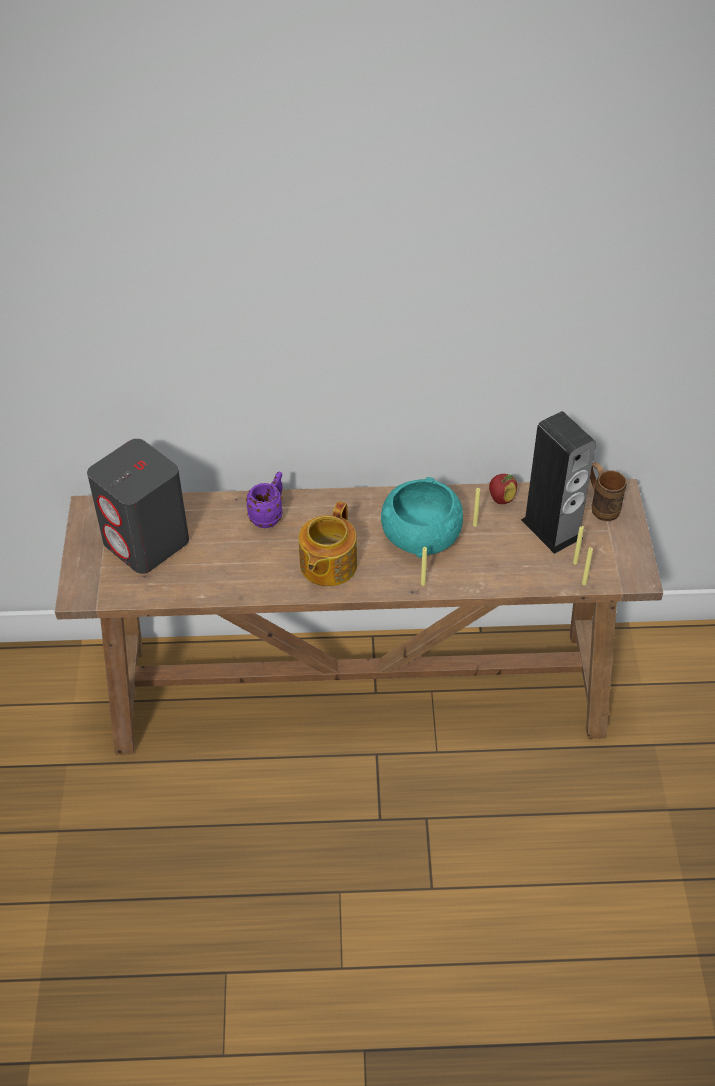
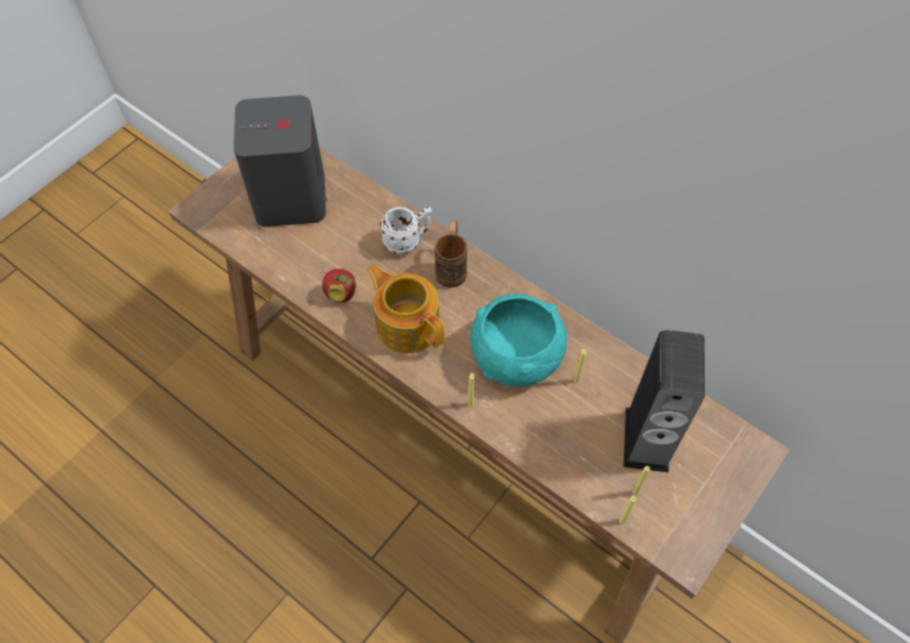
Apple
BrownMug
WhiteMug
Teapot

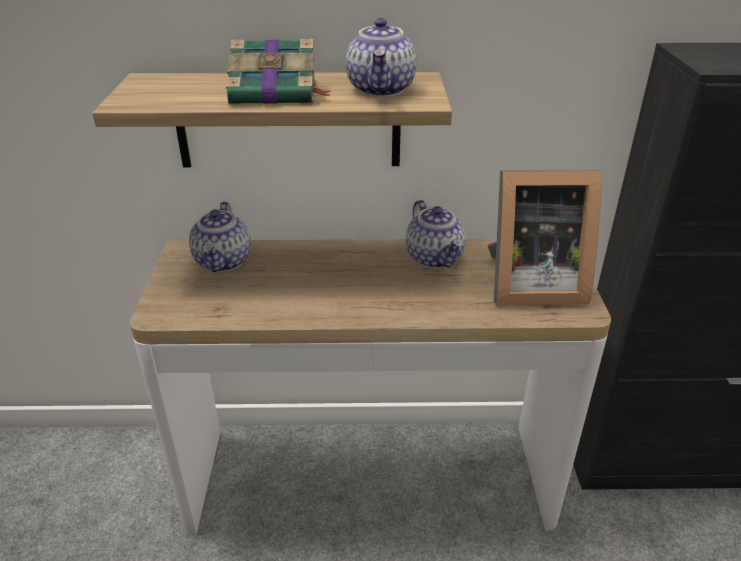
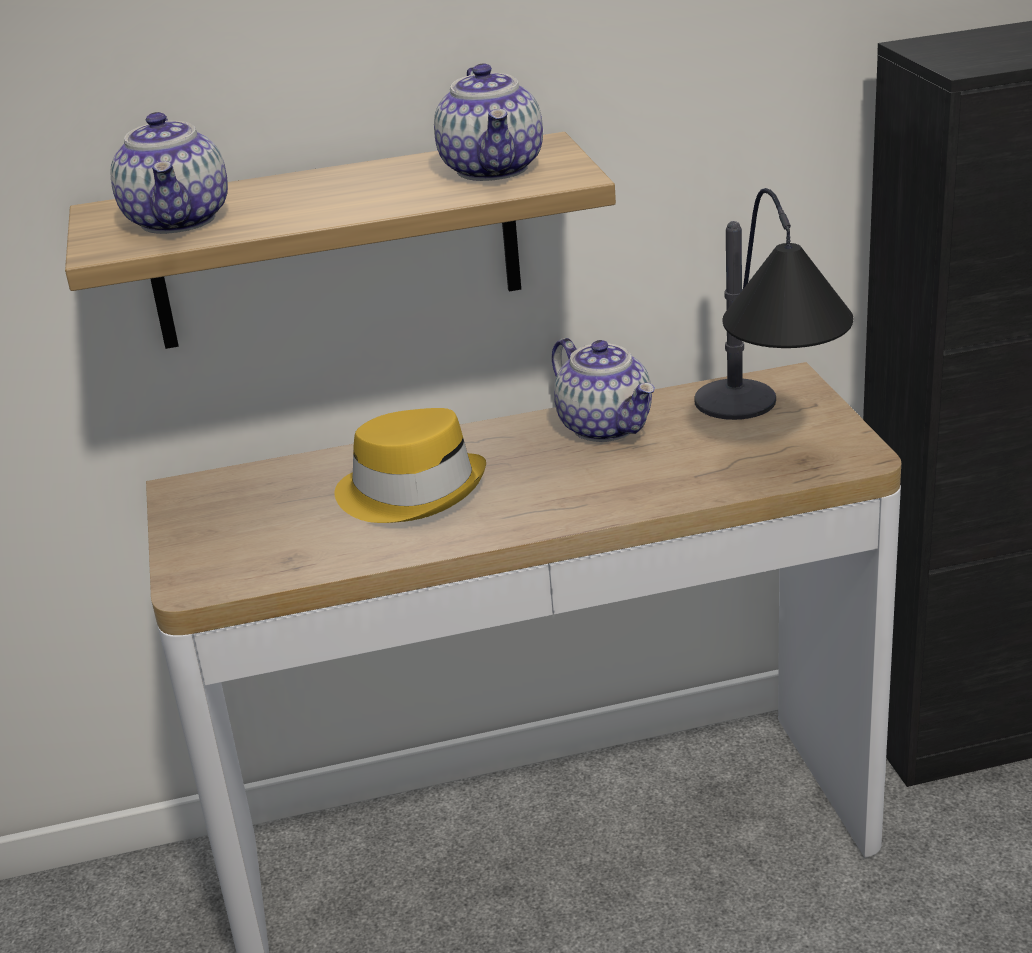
Book
YellowHat
Teapot (1st from left)
TableLamp

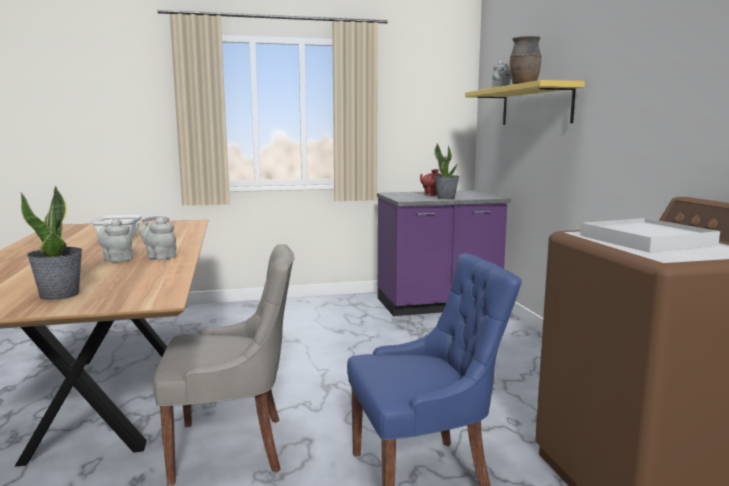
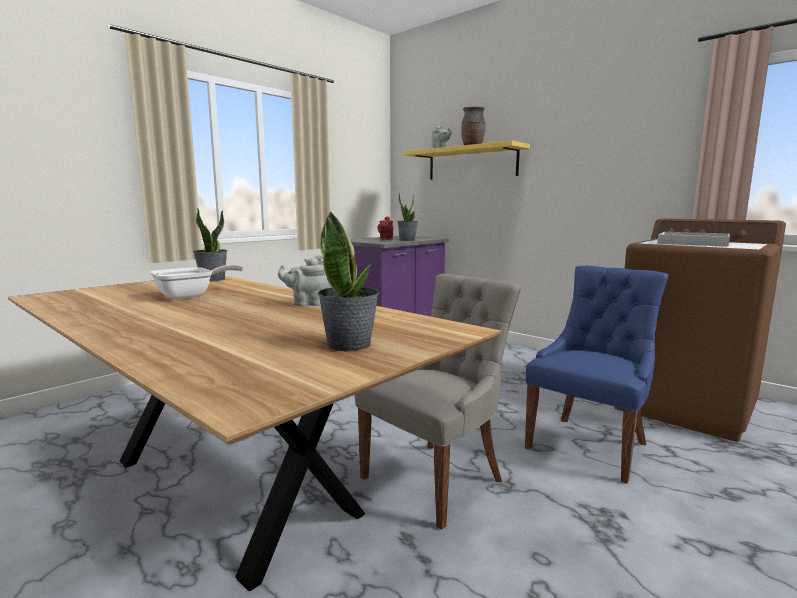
GreyTeapot (1st from left in the first image)
PottedPlant (1st from left)

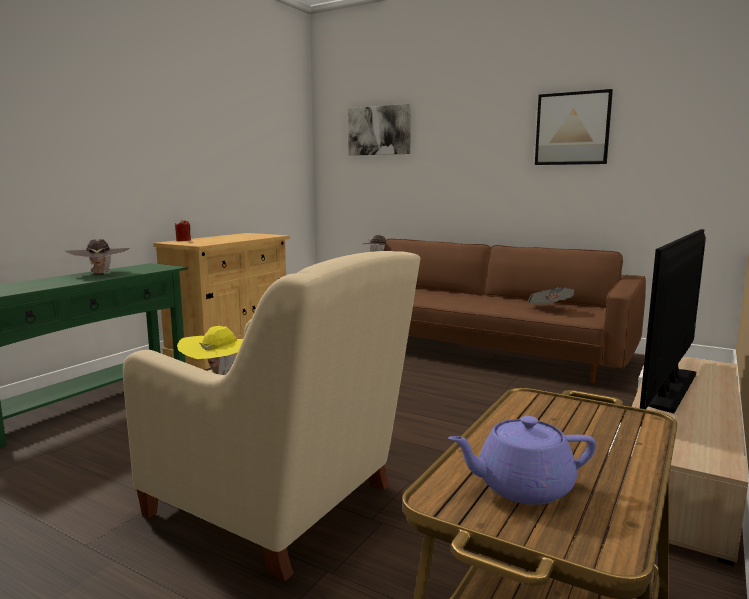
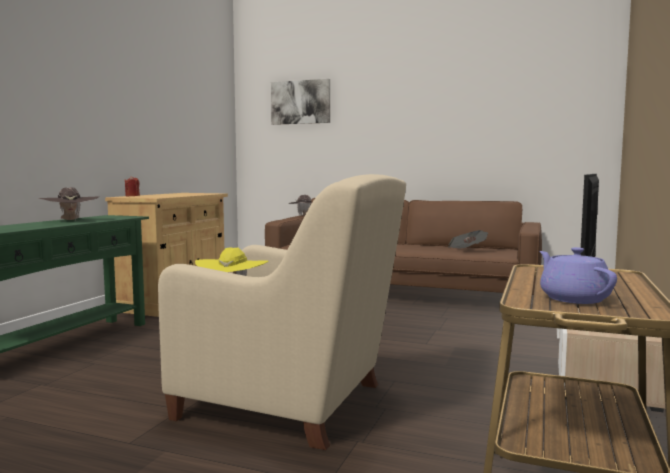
Picture (2nd from left in the first image)
PurpleTeapot

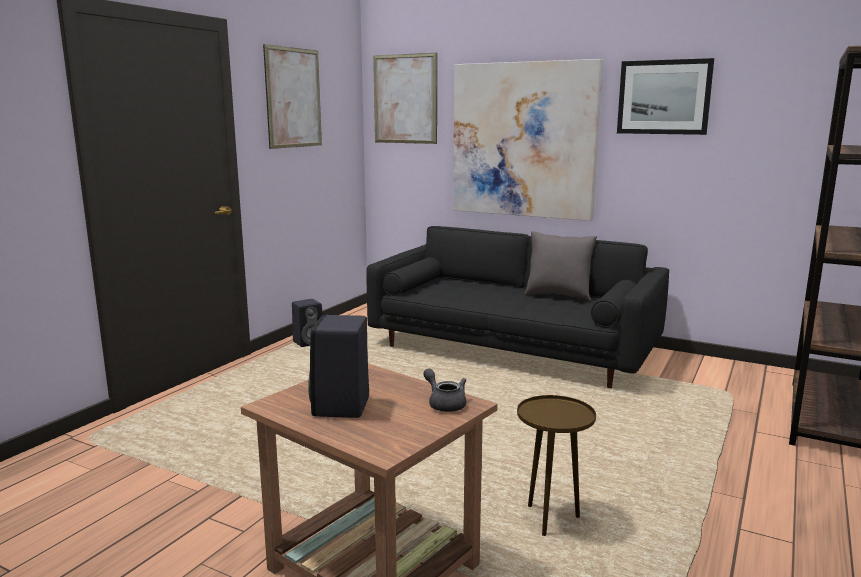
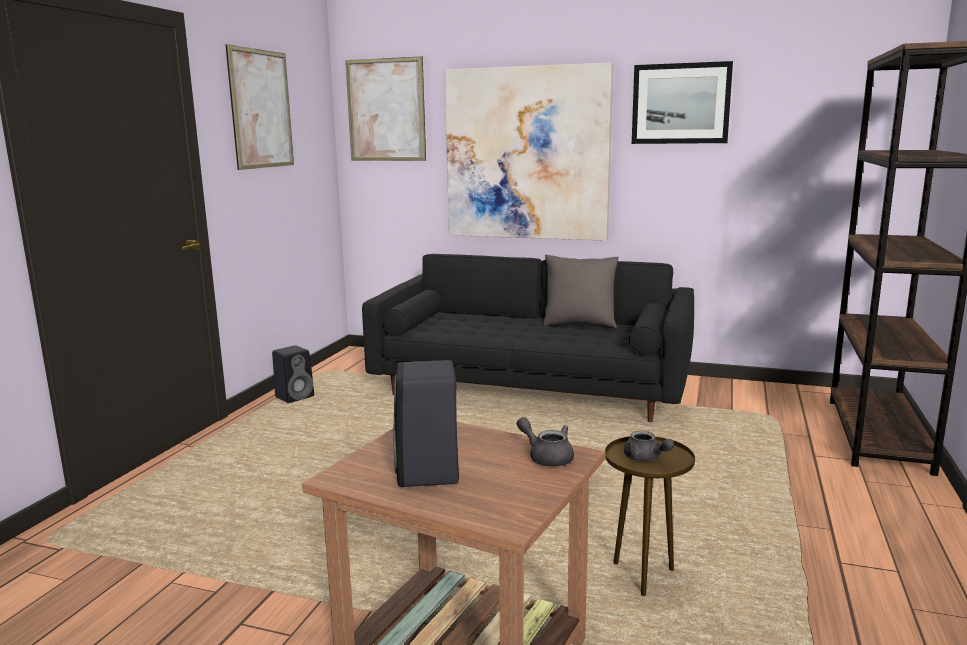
GreyTeapot (2nd from left)

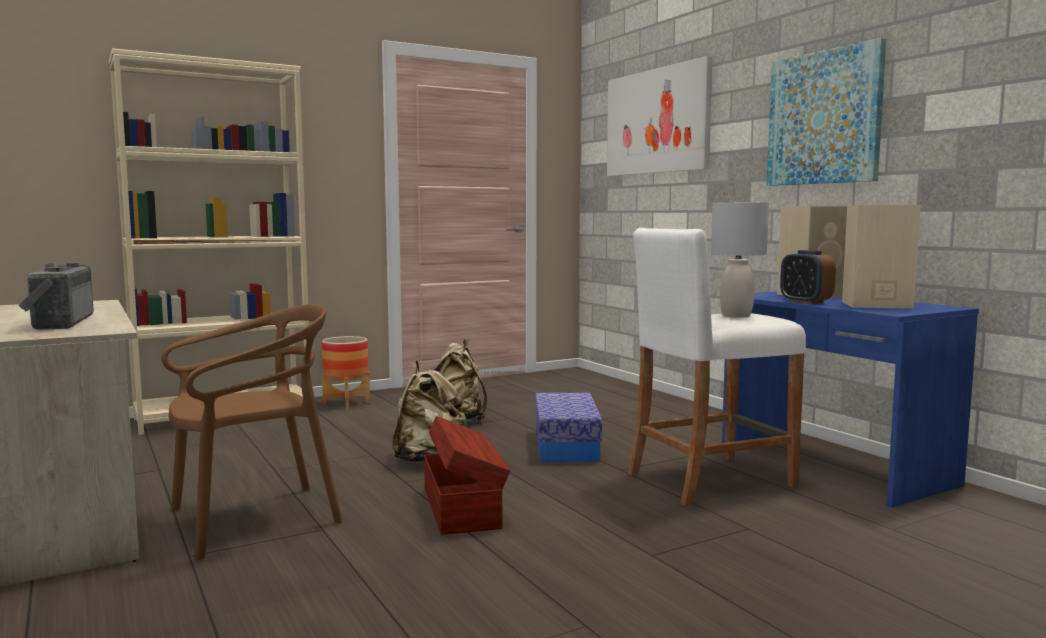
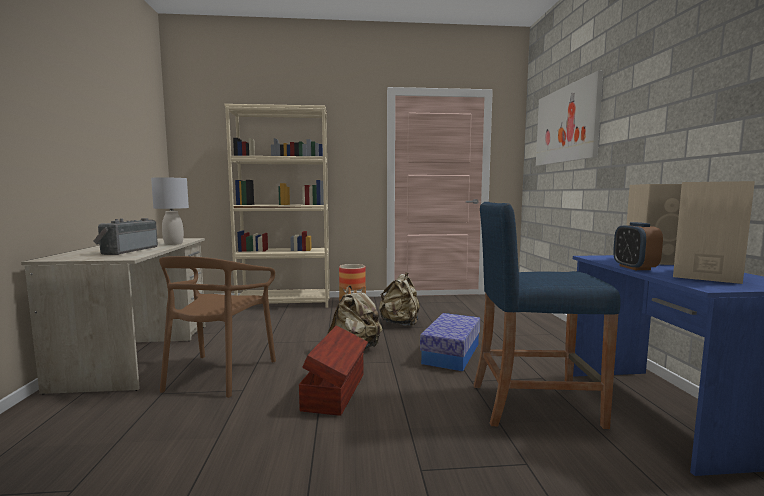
Picture (2nd from left in the first image)
GreyTableLamp
BlueStool
BrownChair

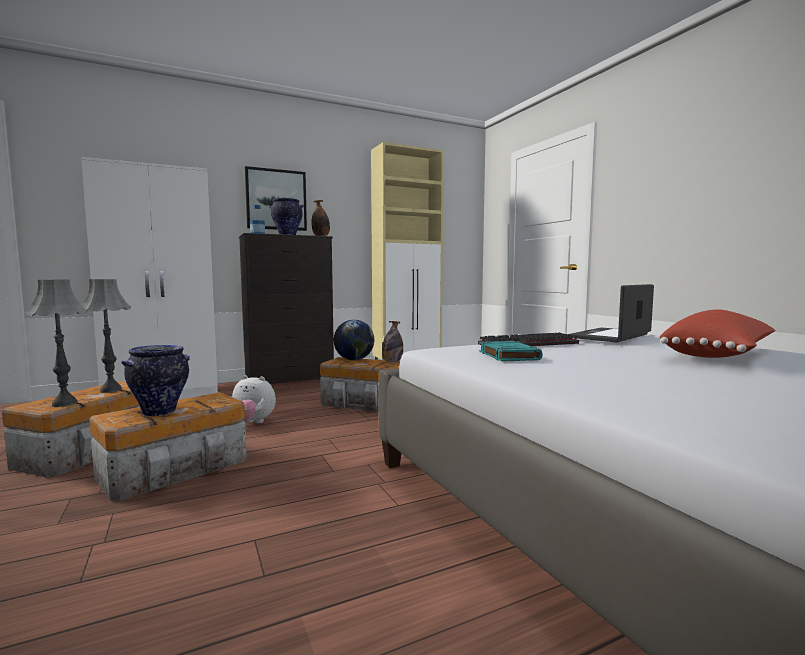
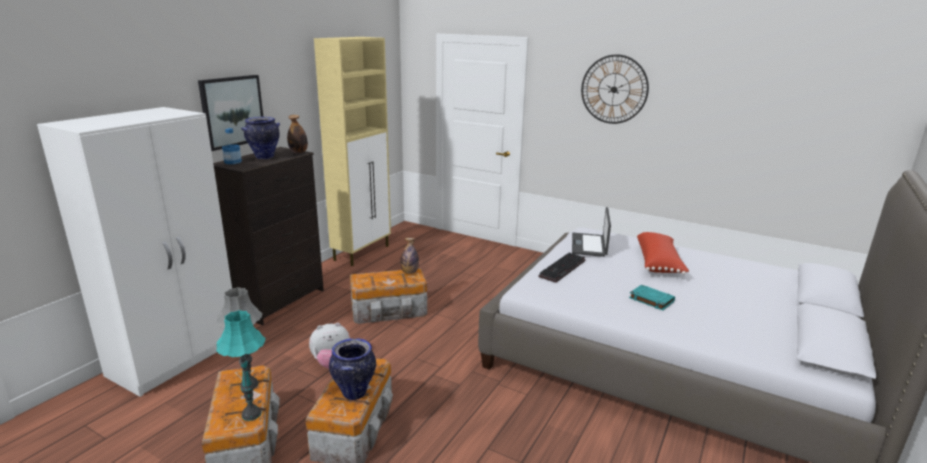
Globe
WallClock
TurquoiseBook
TurquoiseTableLamp

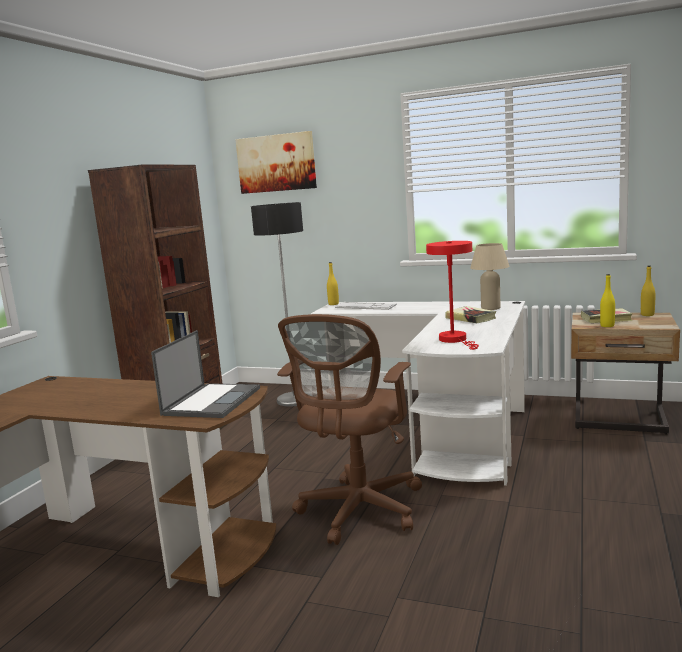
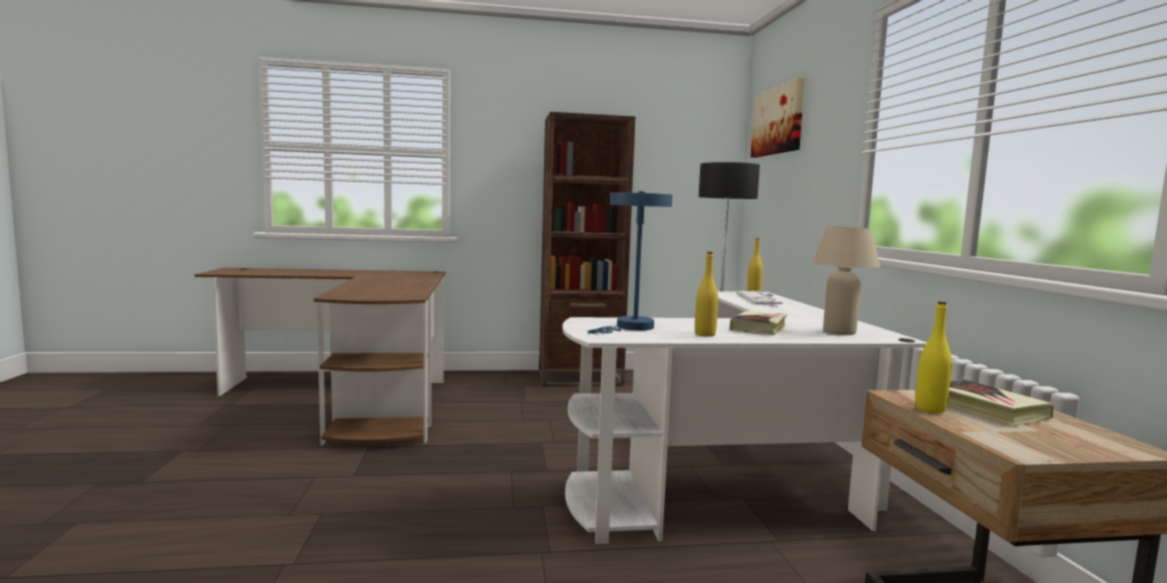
Laptop
BrownOfficeChair
YellowBottle (1st from left)
BlueTableLamp

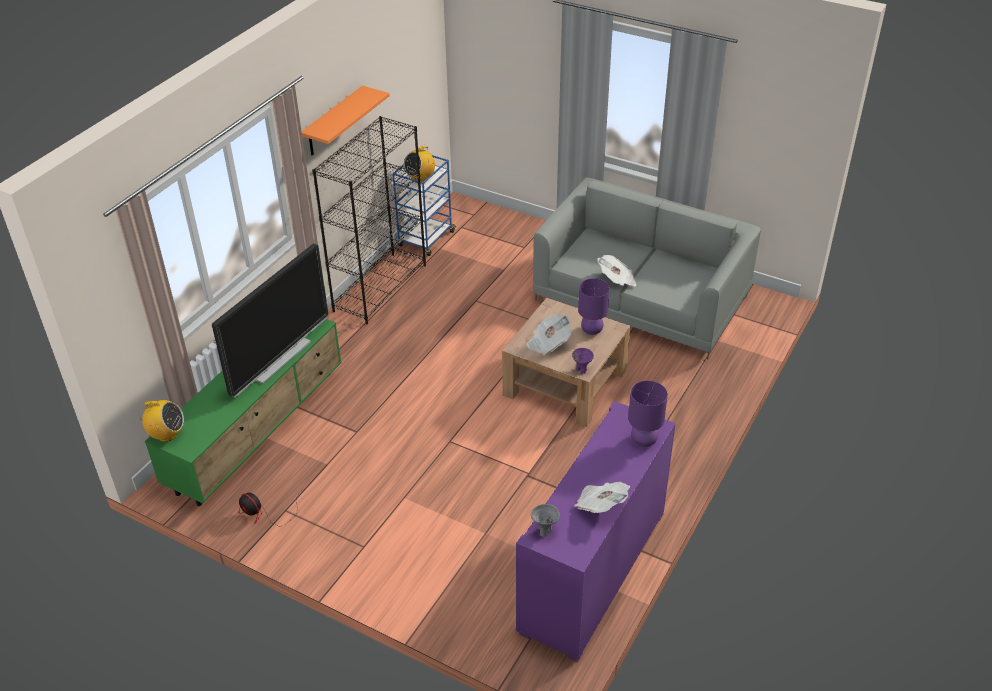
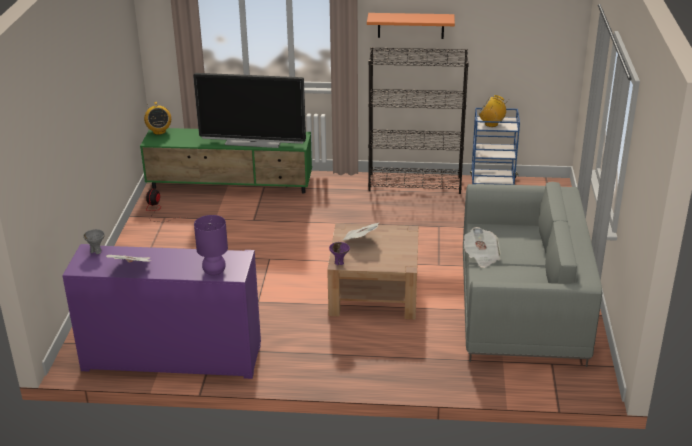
PurpleTableLamp (1st from left in the first image)

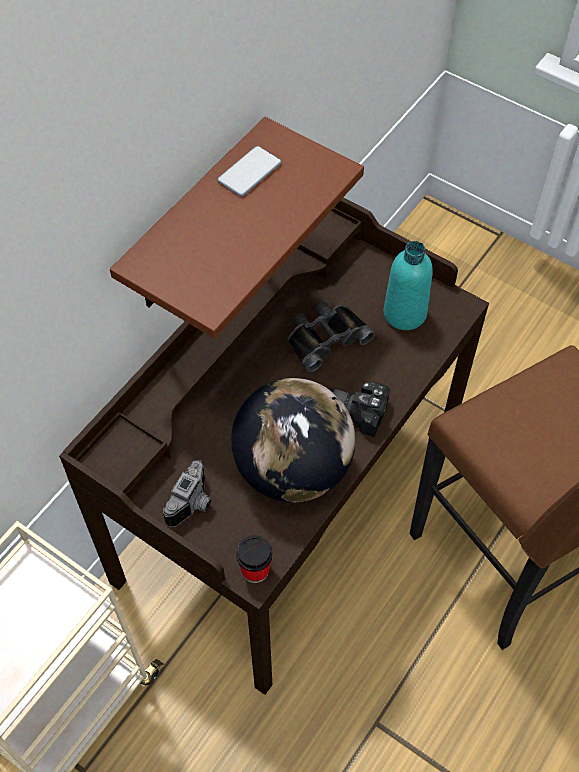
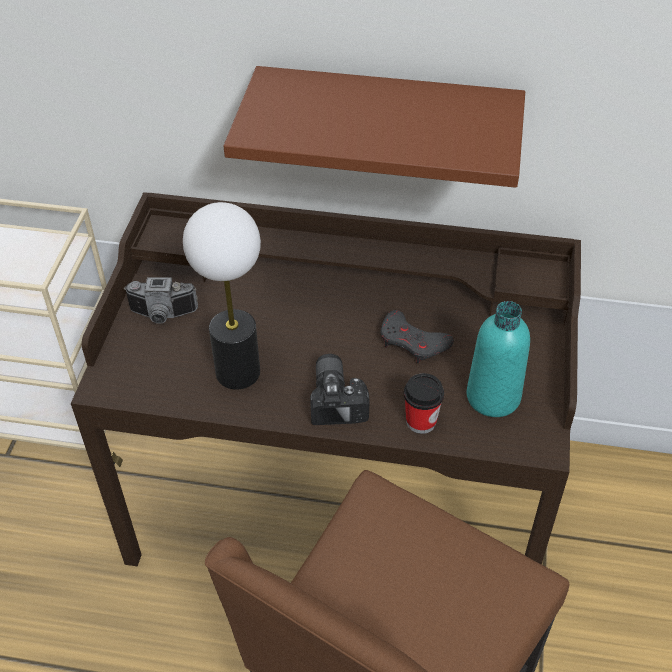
Phone
Cup
TableLamp
GreyGameController

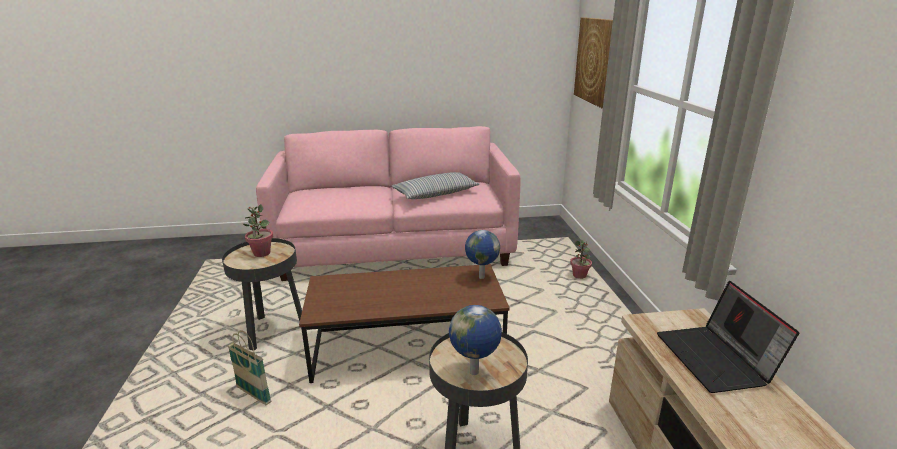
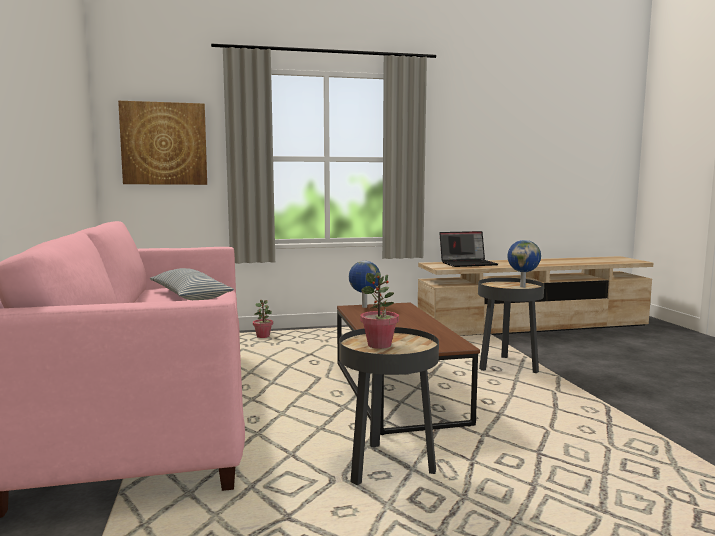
Basket

